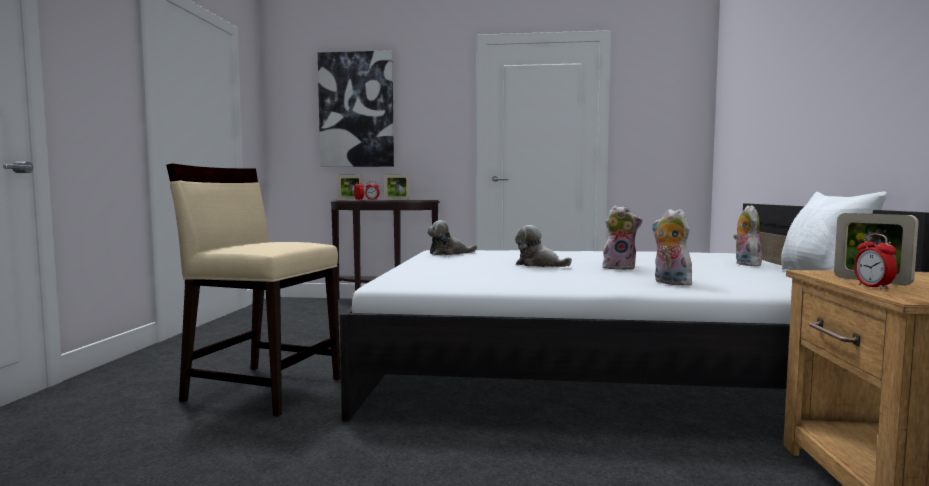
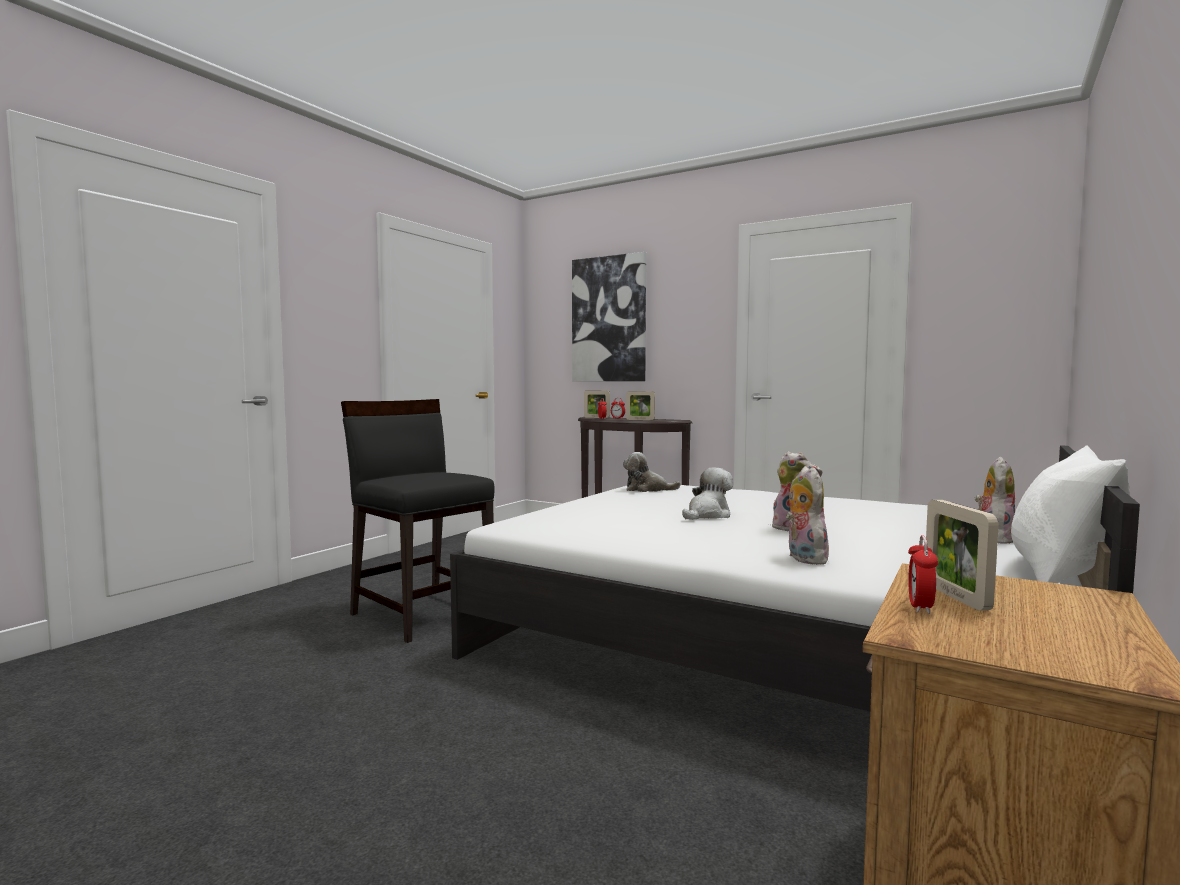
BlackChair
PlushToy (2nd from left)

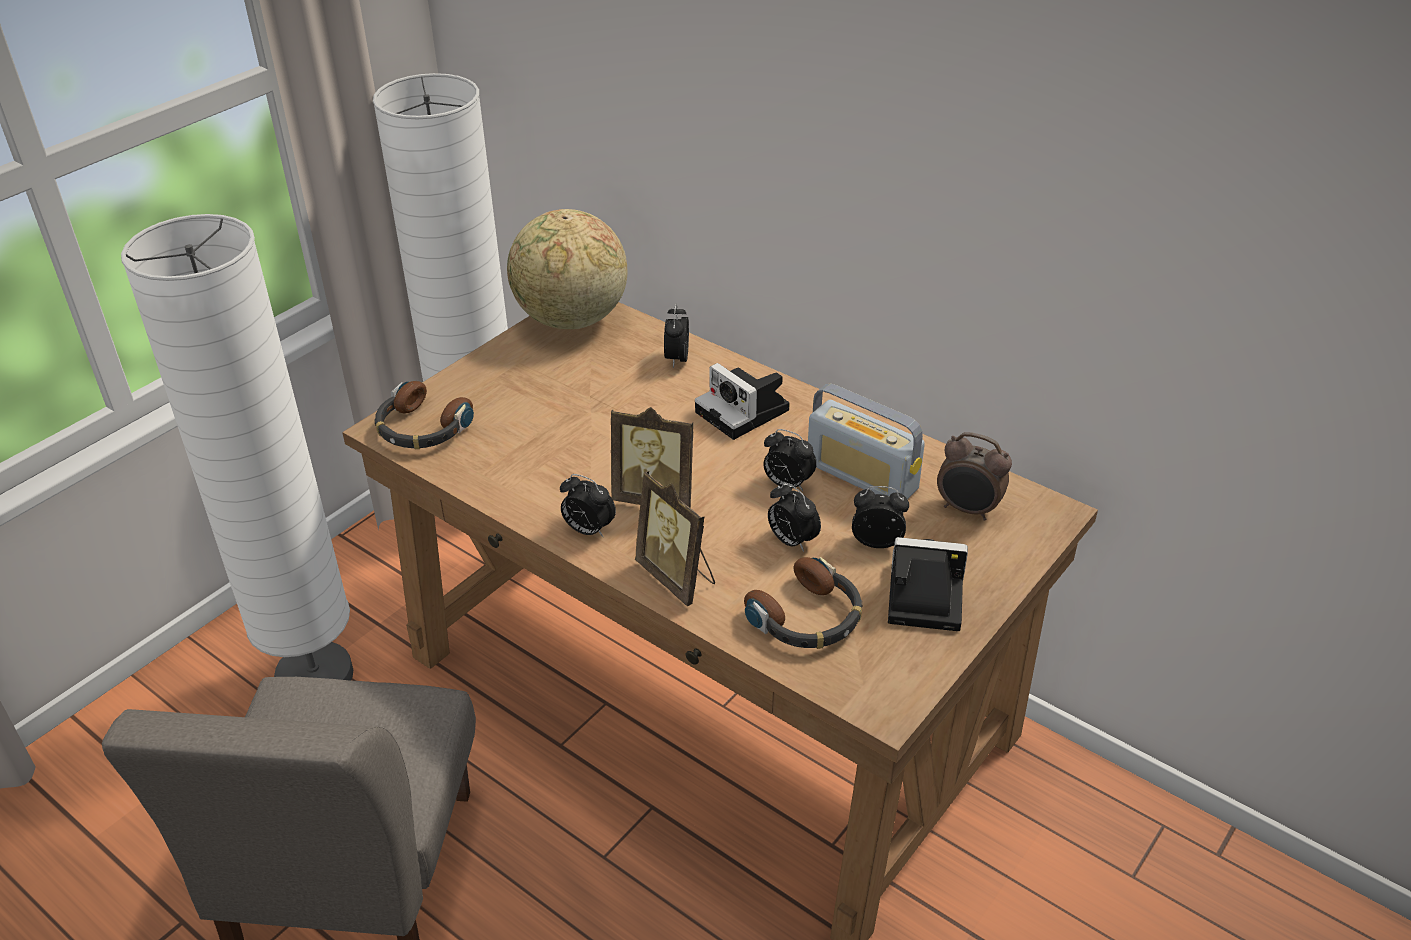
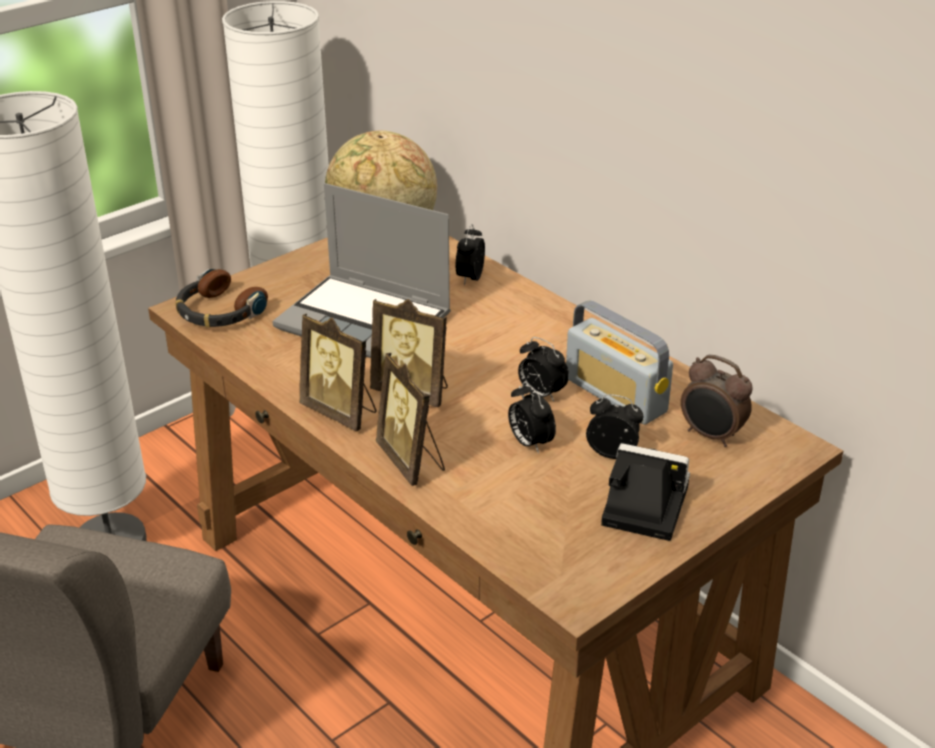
PhotoCamera (1st from left in the first image)
Headphones (2nd from left in the first image)
Laptop
PictureFrame (1st from left)

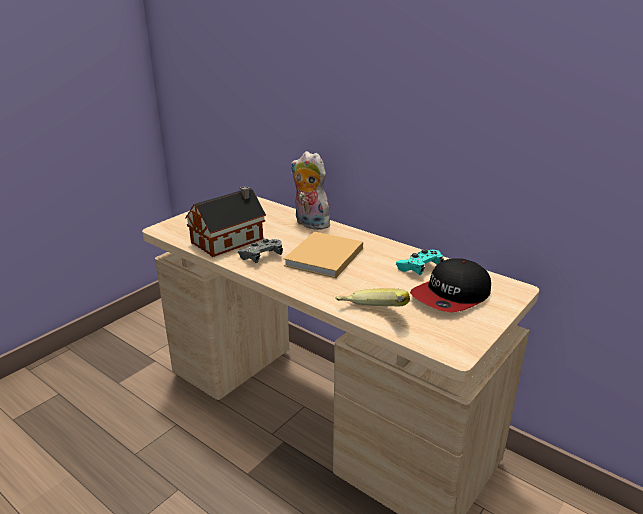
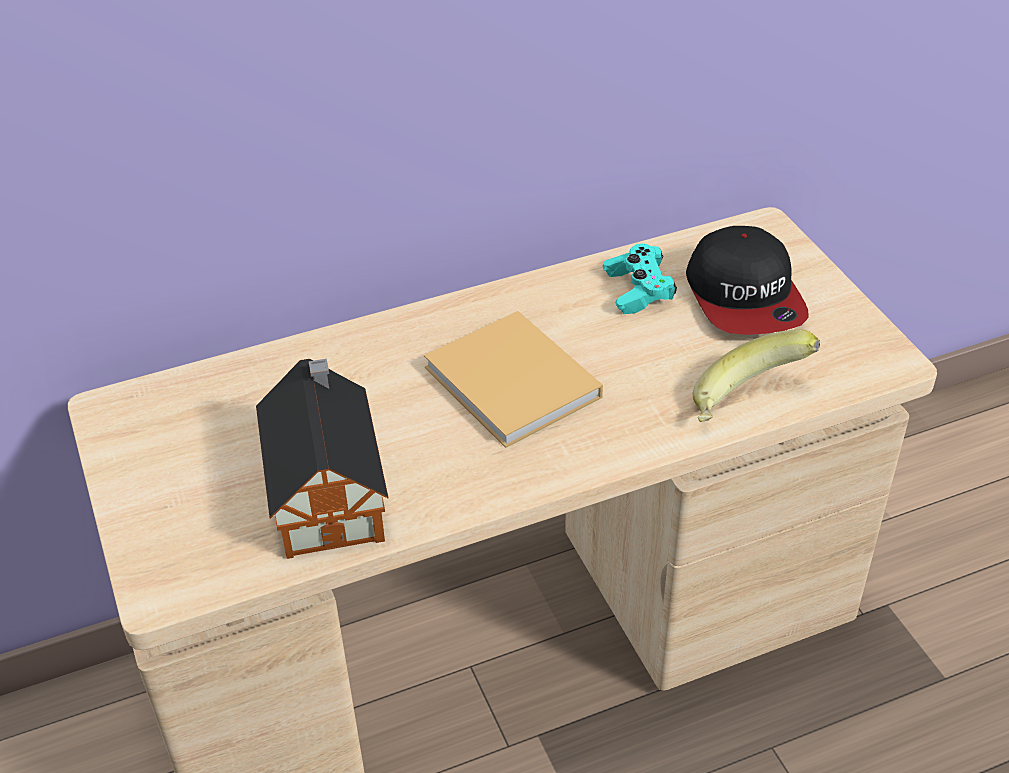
GreyGameController
PlushToy

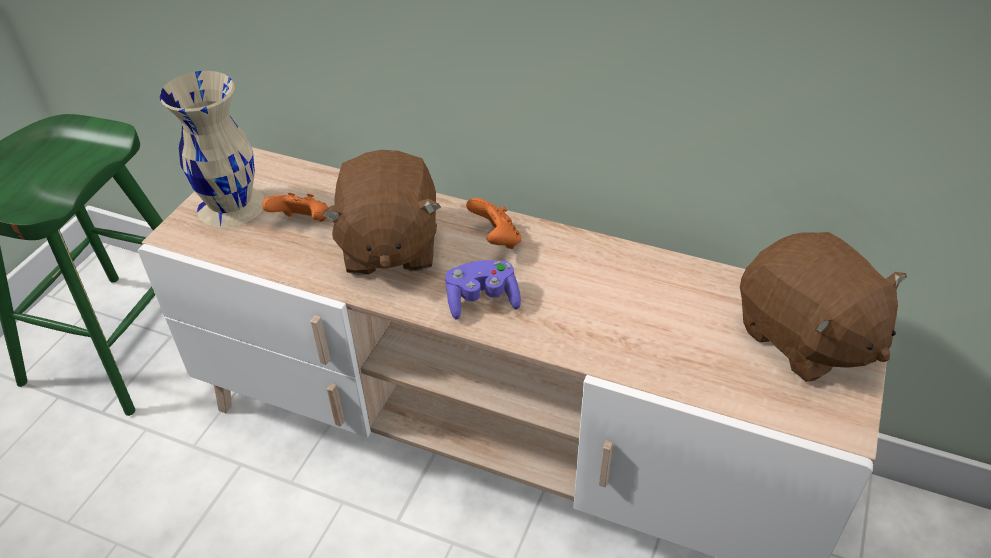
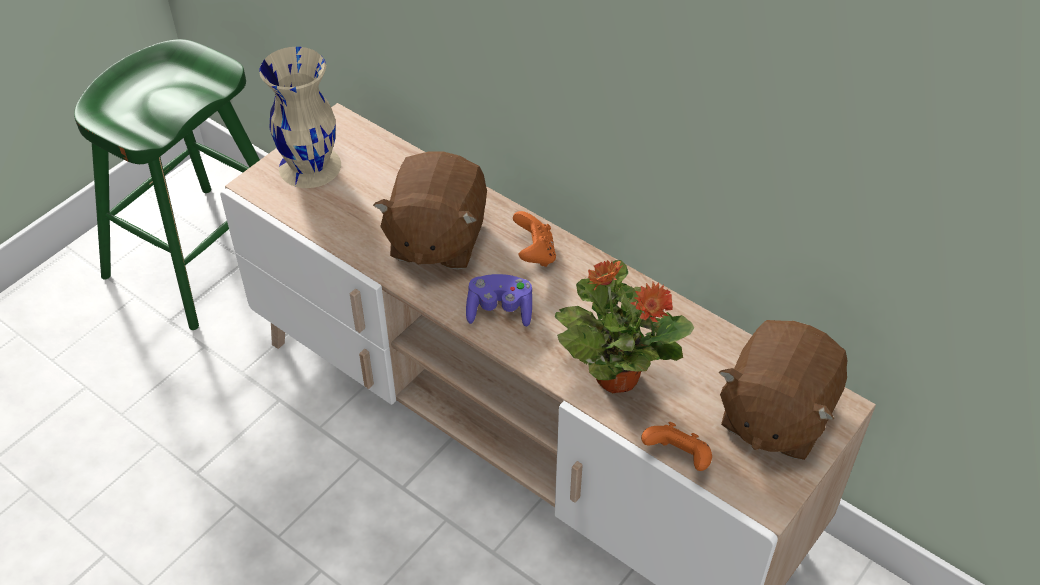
PottedPlant
OrangeGameController (2nd from left)
BrownPlushToy (2nd from left)

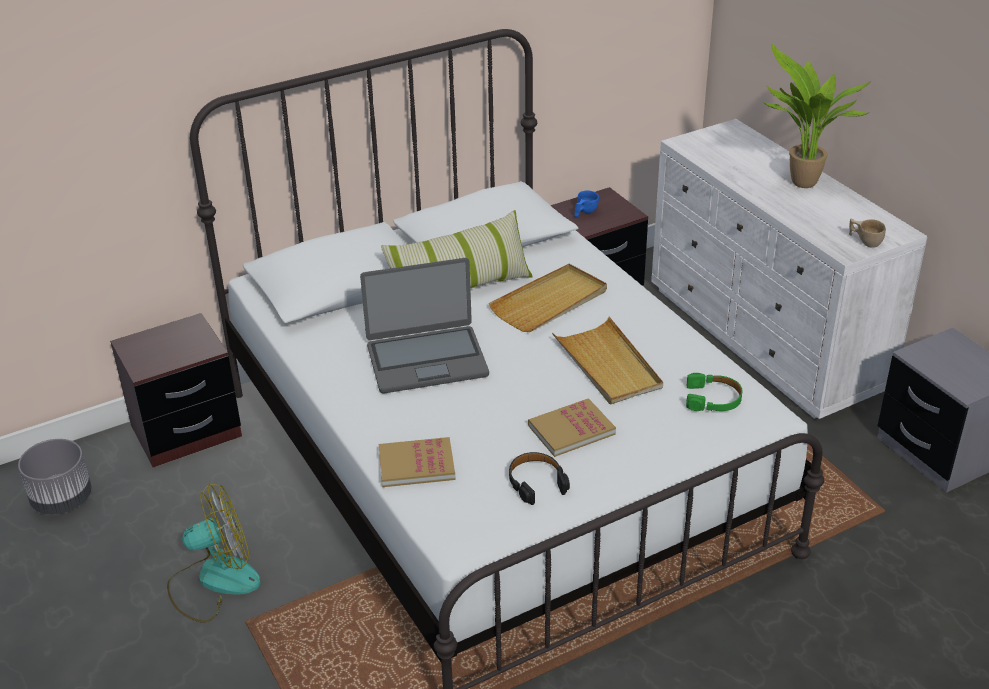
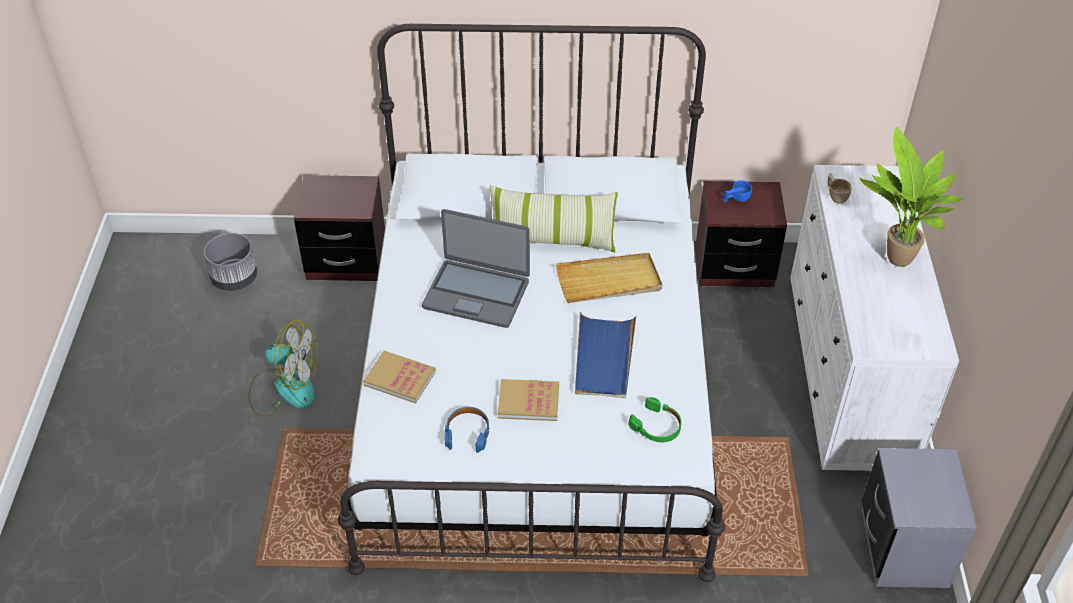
BeigeCup
BlueHeadphones
BlueTray

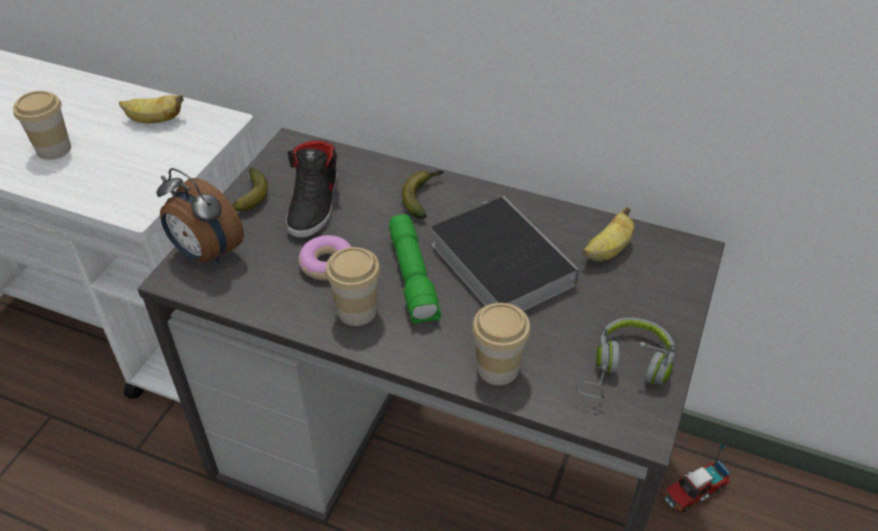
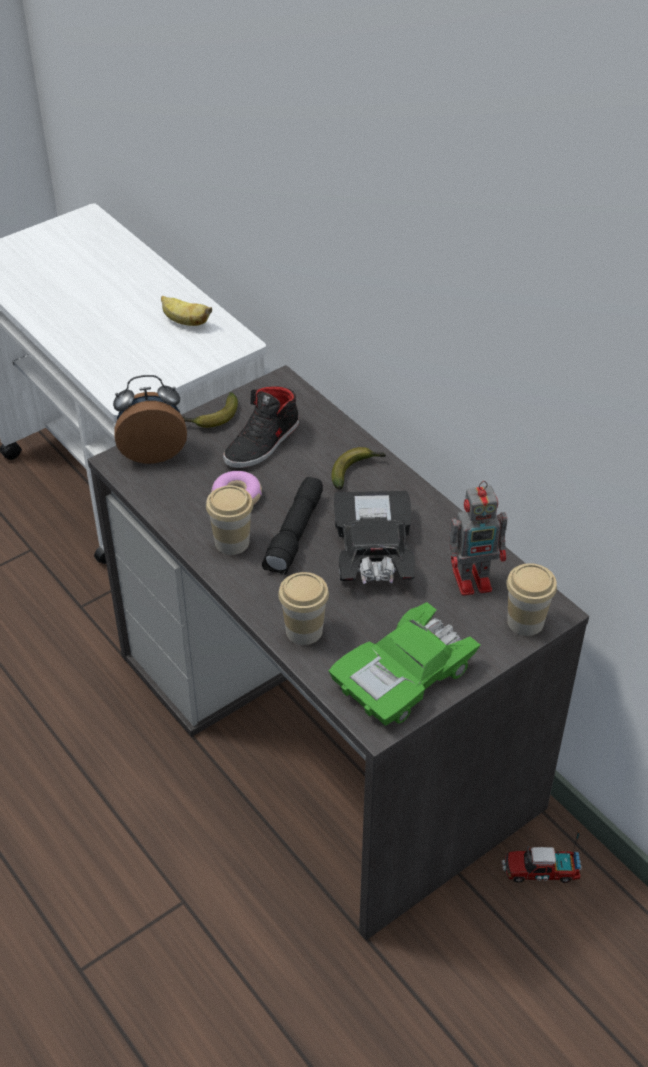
Cup (3rd from left)
BlackToyCar
GreenToyCar
ToyRobot
BlackFlashlight
AlarmClock

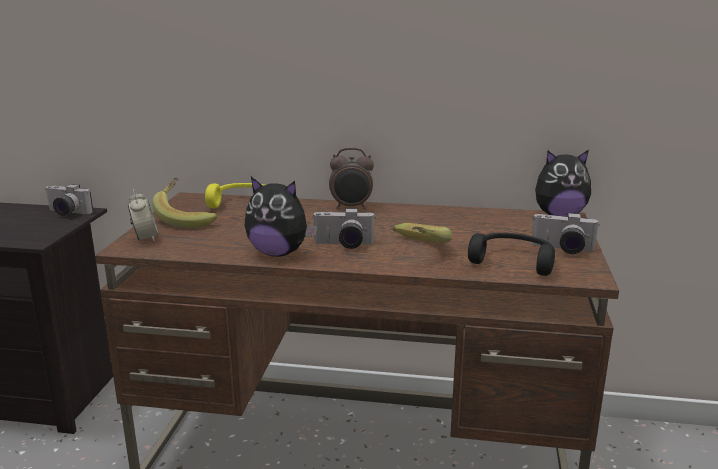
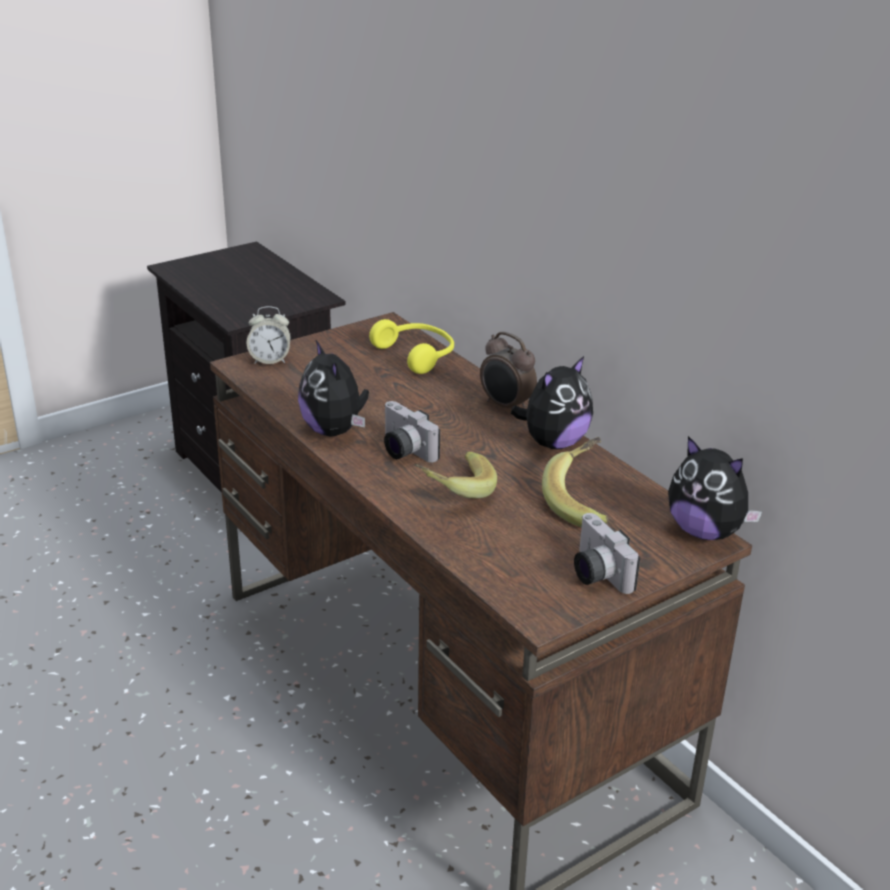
PhotoCamera (1st from left in the first image)
BlackHeadphones
PlushToy (2nd from left)
Banana (2nd from left)
AlarmClock (1st from left)

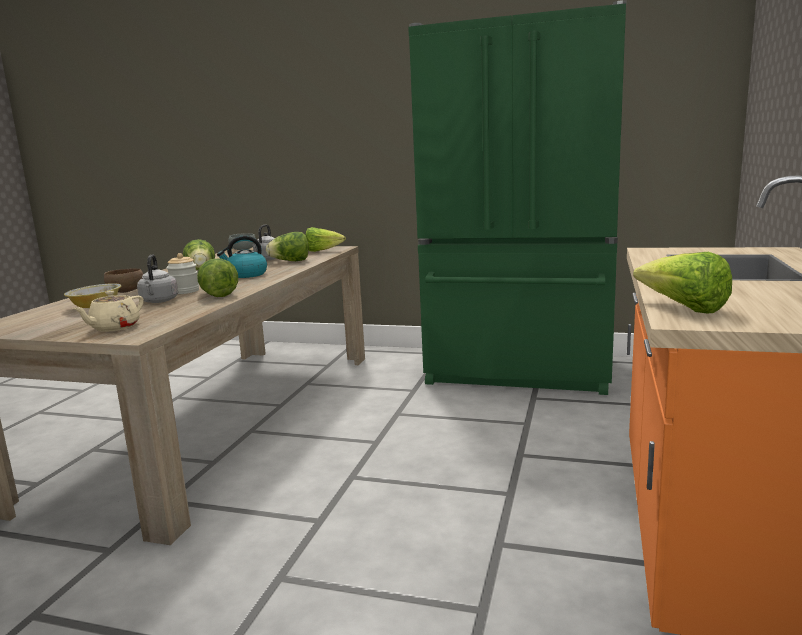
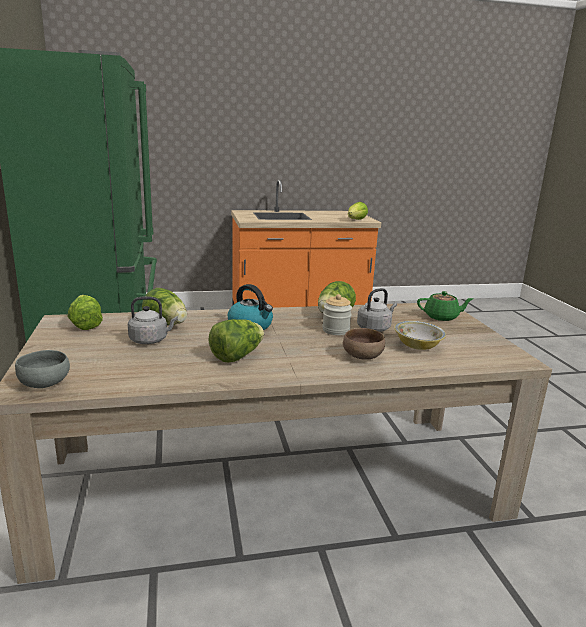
GreenTeapot

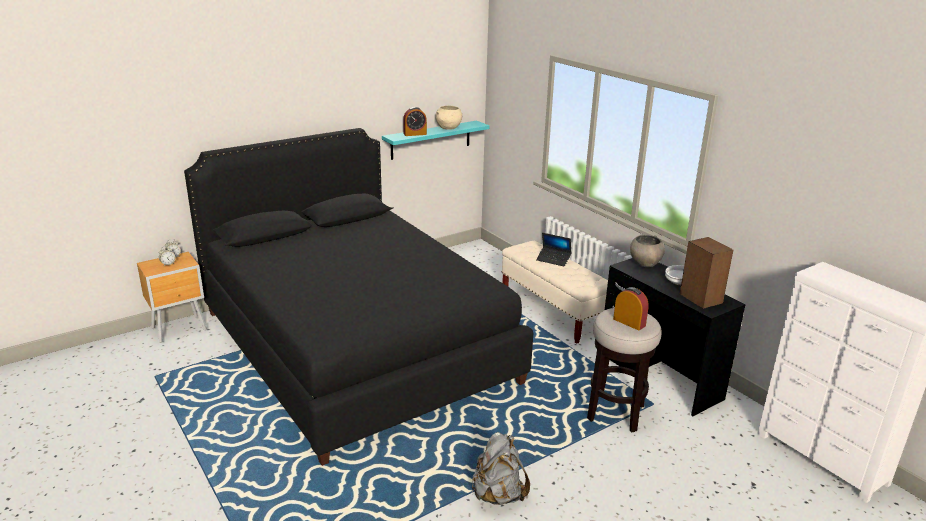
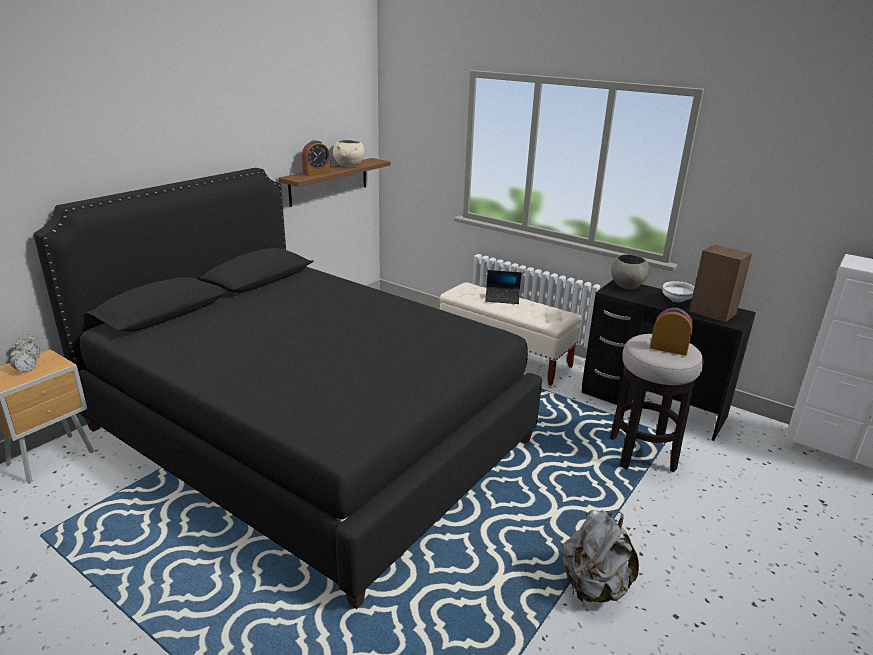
BrownShelf

